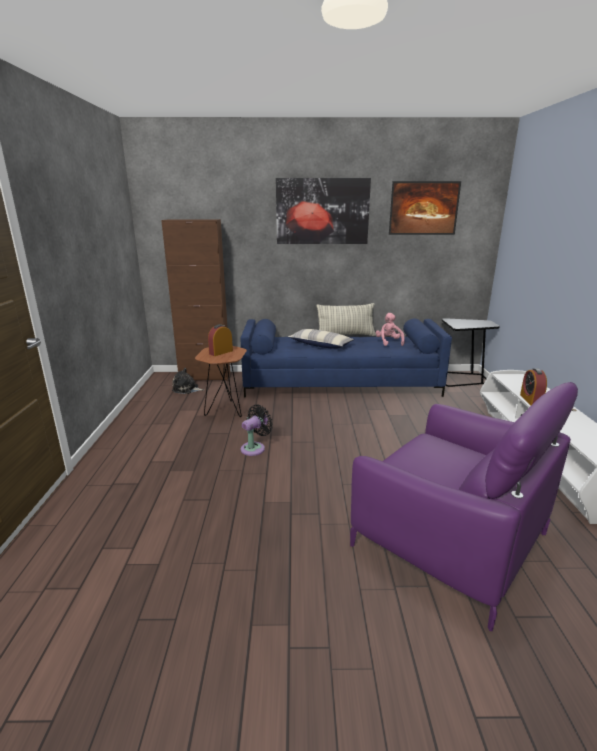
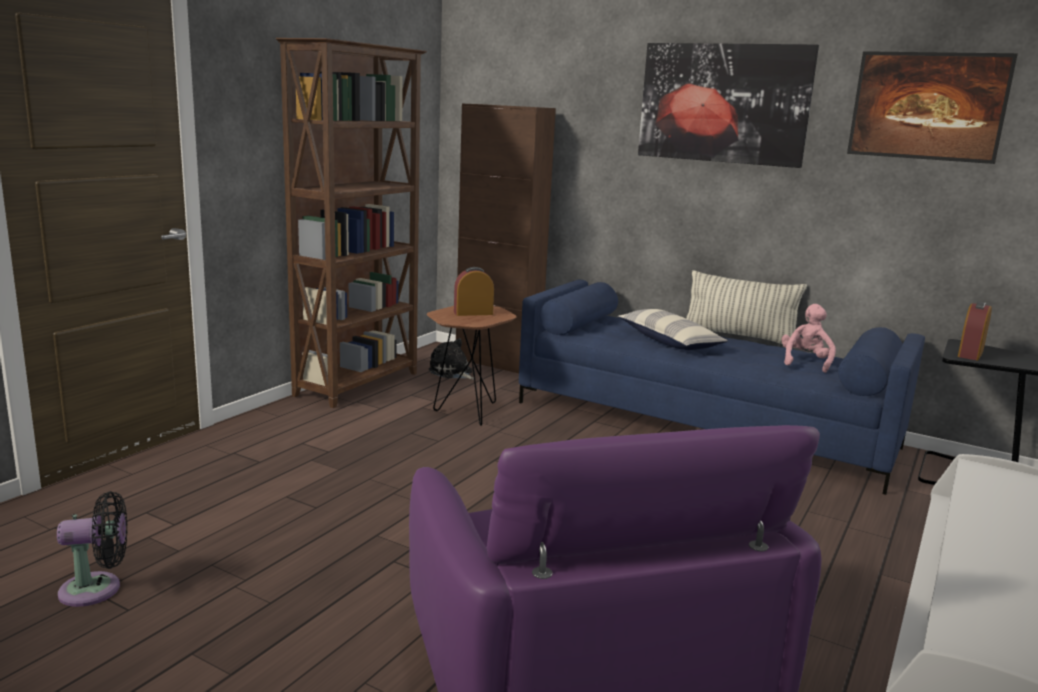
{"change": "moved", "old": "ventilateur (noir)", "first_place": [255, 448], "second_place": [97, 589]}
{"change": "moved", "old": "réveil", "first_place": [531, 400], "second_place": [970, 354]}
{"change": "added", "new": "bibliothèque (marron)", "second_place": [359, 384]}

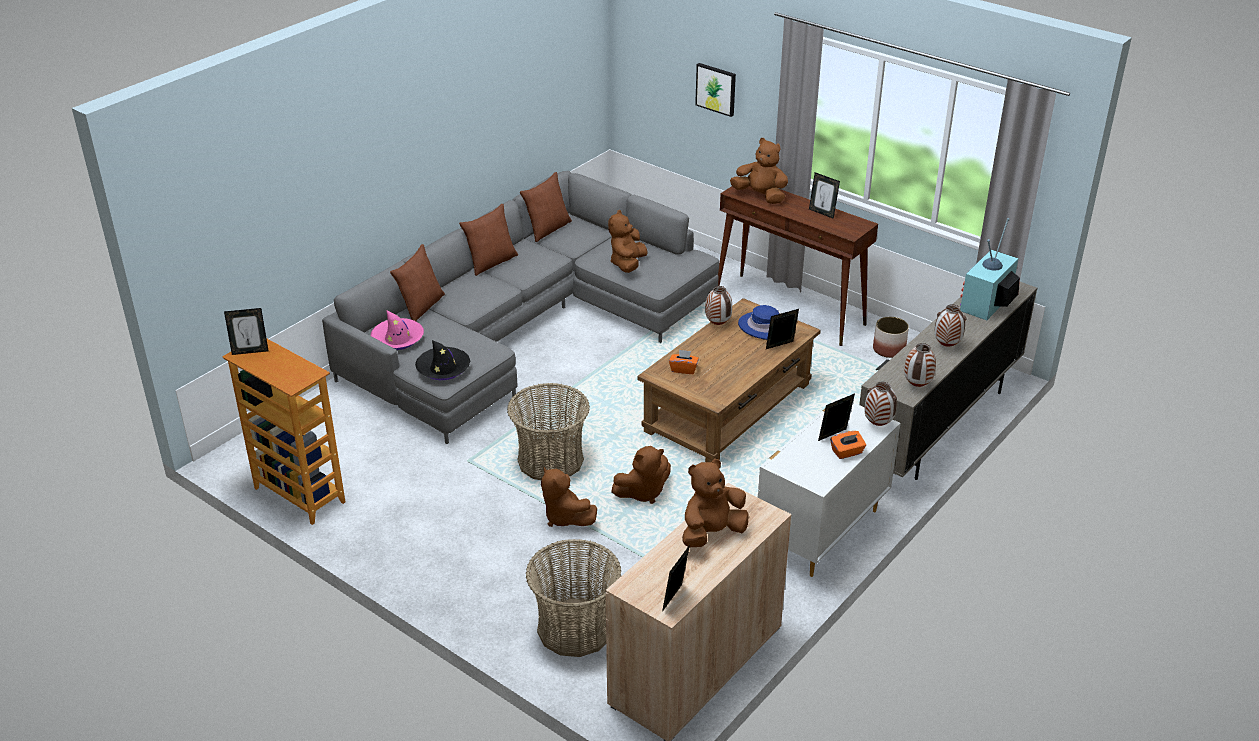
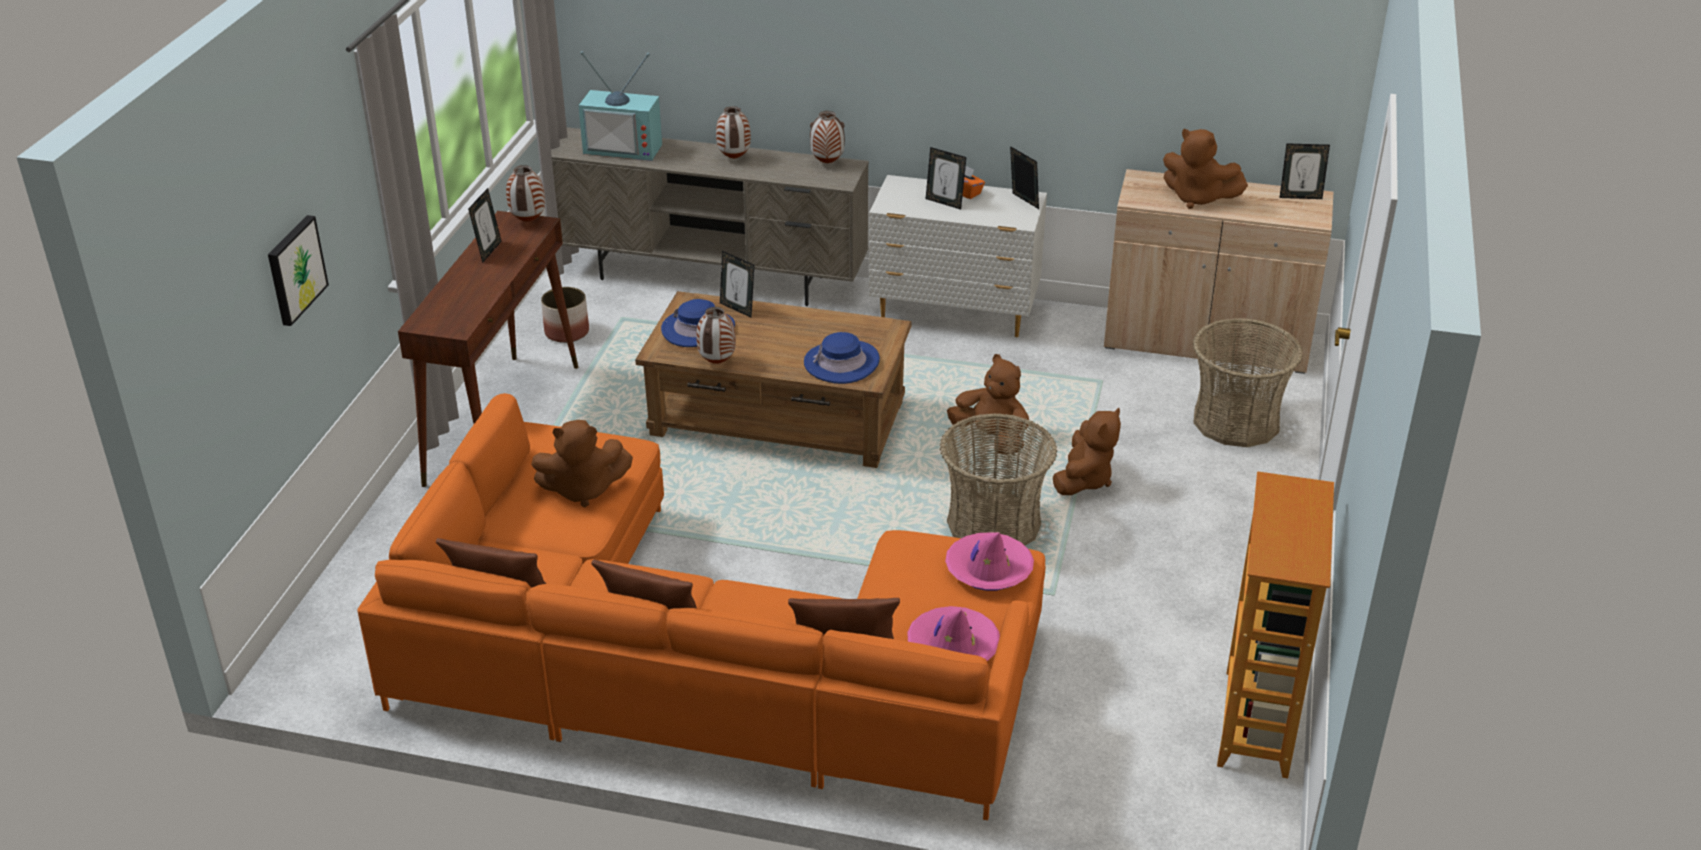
{"change": "moved", "old": "cadre photo", "first_place": [250, 351], "second_place": [1023, 202]}
{"change": "recoloured", "old": "canapé (gris)", "new": "canapé (orange)", "first_place": [524, 328], "second_place": [697, 659]}
{"change": "recoloured", "old": "chapeau (noir)", "new": "chapeau (rose)", "first_place": [443, 368], "second_place": [988, 570]}
{"change": "replaced", "old": "boîte à mouchoirs (orange)", "new": "chapeau (bleu)", "first_place": [683, 369], "second_place": [841, 363]}
{"change": "removed", "old": "peluche (marron)", "first_place": [760, 196]}
{"change": "moved", "old": "vase", "first_place": [878, 424], "second_place": [528, 221]}

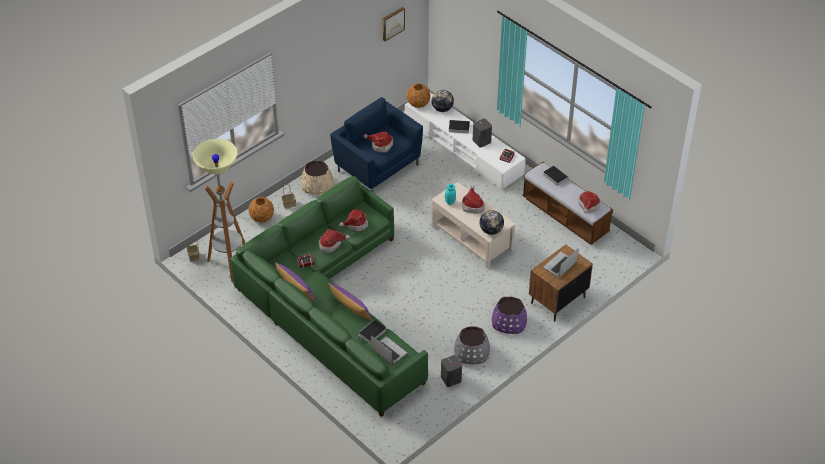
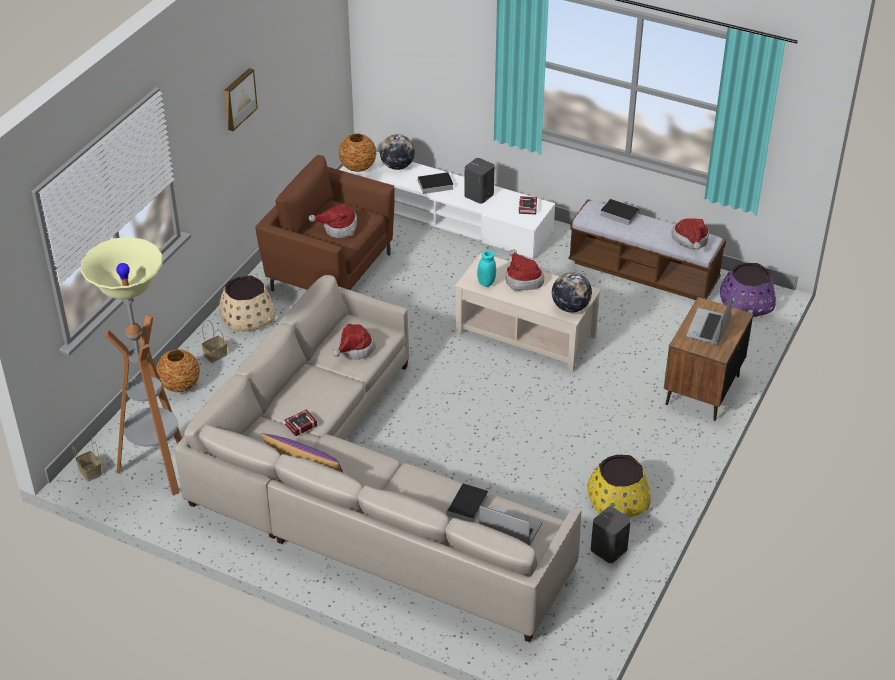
{"change": "recoloured", "old": "canapé (vert)", "new": "canapé (beige)", "first_place": [331, 307], "second_place": [360, 491]}
{"change": "removed", "old": "chapeau", "first_place": [331, 244]}
{"change": "removed", "old": "coussin (violet)", "first_place": [350, 308]}
{"change": "recoloured", "old": "fauteuil (bleu)", "new": "fauteuil (marron)", "first_place": [377, 167], "second_place": [329, 271]}
{"change": "moved", "old": "tableau", "first_place": [392, 23], "second_place": [238, 99]}
{"change": "recoloured", "old": "cache-pot (gris)", "new": "cache-pot (jaune)", "first_place": [471, 352], "second_place": [618, 500]}
{"change": "moved", "old": "cache-pot (violet)", "first_place": [509, 322], "second_place": [746, 303]}

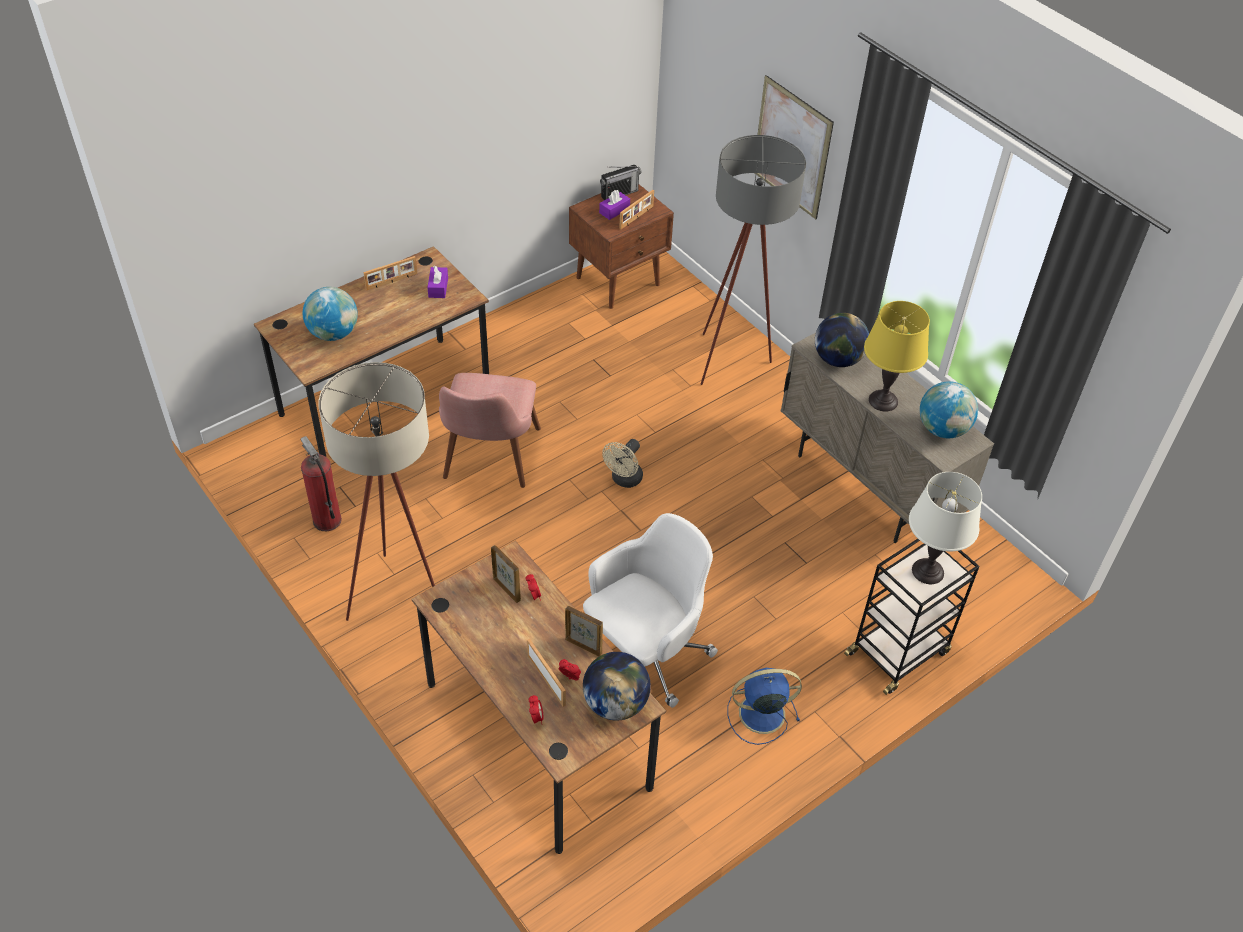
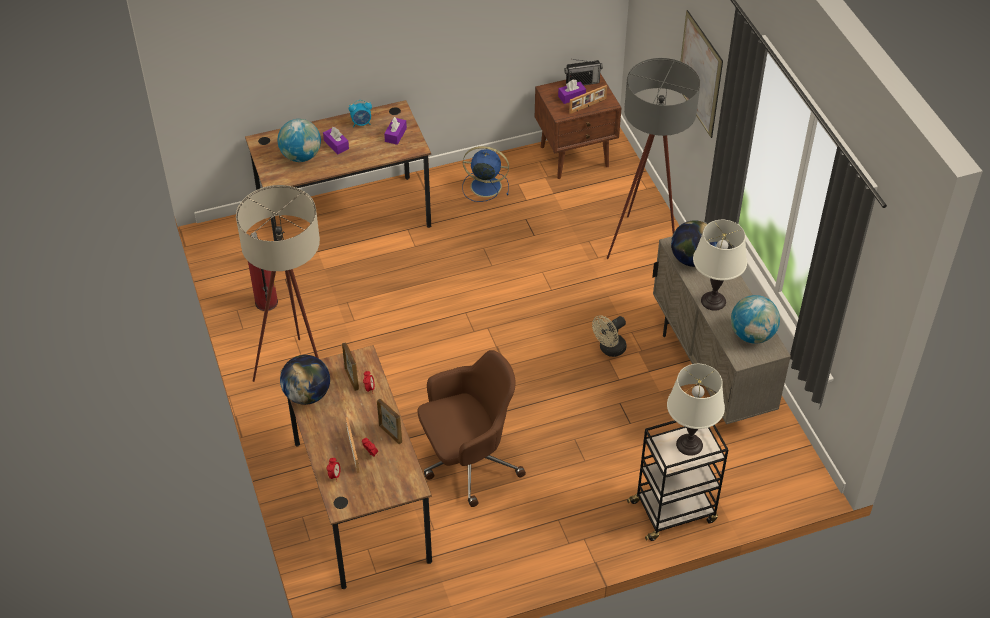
{"change": "replaced", "old": "cadre photo", "new": "réveil", "first_place": [392, 282], "second_place": [361, 123]}
{"change": "removed", "old": "chaise (rose)", "first_place": [489, 463]}
{"change": "recoloured", "old": "chaise de bureau (blanc)", "new": "chaise de bureau (marron)", "first_place": [644, 654], "second_place": [468, 461]}
{"change": "moved", "old": "globe", "first_place": [615, 703], "second_place": [307, 395]}
{"change": "moved", "old": "ventilateur (beige)", "first_place": [624, 480], "second_place": [609, 349]}
{"change": "moved", "old": "ventilateur (bleu)", "first_place": [759, 714], "second_place": [484, 186]}
{"change": "recoloured", "old": "lampe de table (jaune)", "new": "lampe de table (blanc)", "first_place": [883, 401], "second_place": [713, 301]}
{"change": "added", "new": "boîte à mouchoirs (violet)", "second_place": [336, 144]}

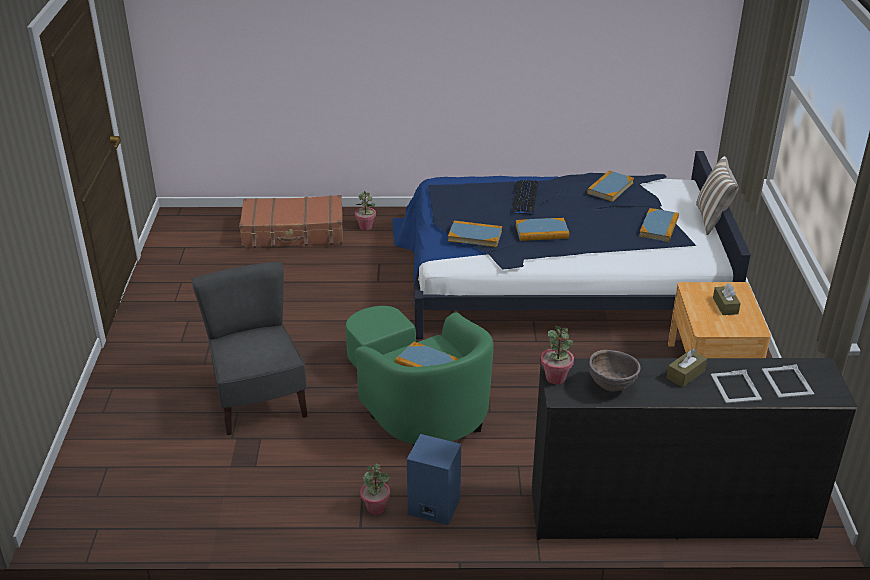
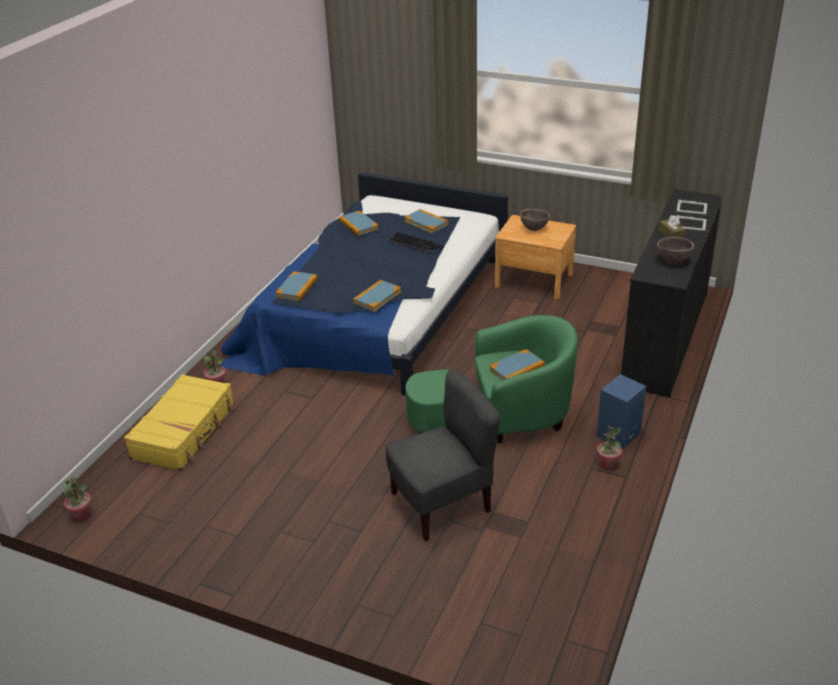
{"change": "turned", "old": "chaise (gris)", "first_place": [259, 402], "second_place": [441, 504], "degrees": 150}
{"change": "recoloured", "old": "valise (marron)", "new": "valise (jaune)", "first_place": [293, 233], "second_place": [185, 431]}
{"change": "moved", "old": "clavier", "first_place": [525, 198], "second_place": [416, 244]}
{"change": "moved", "old": "livre", "first_place": [542, 232], "second_place": [297, 288]}
{"change": "moved", "old": "plante en pot", "first_place": [555, 378], "second_place": [82, 515]}
{"change": "removed", "old": "coussin", "first_place": [712, 219]}
{"change": "replaced", "old": "boîte à mouchoirs (marron)", "new": "bol (marron)", "first_place": [725, 306], "second_place": [534, 229]}

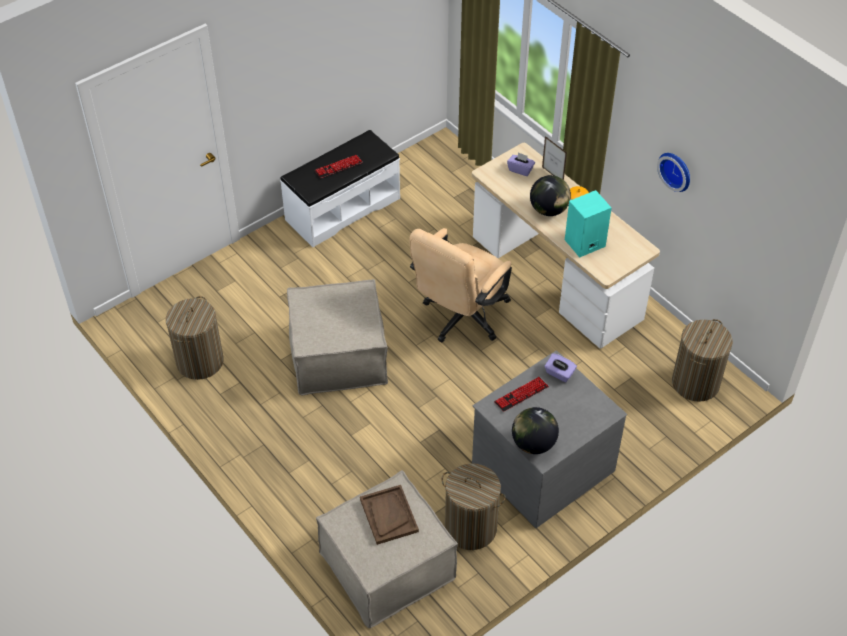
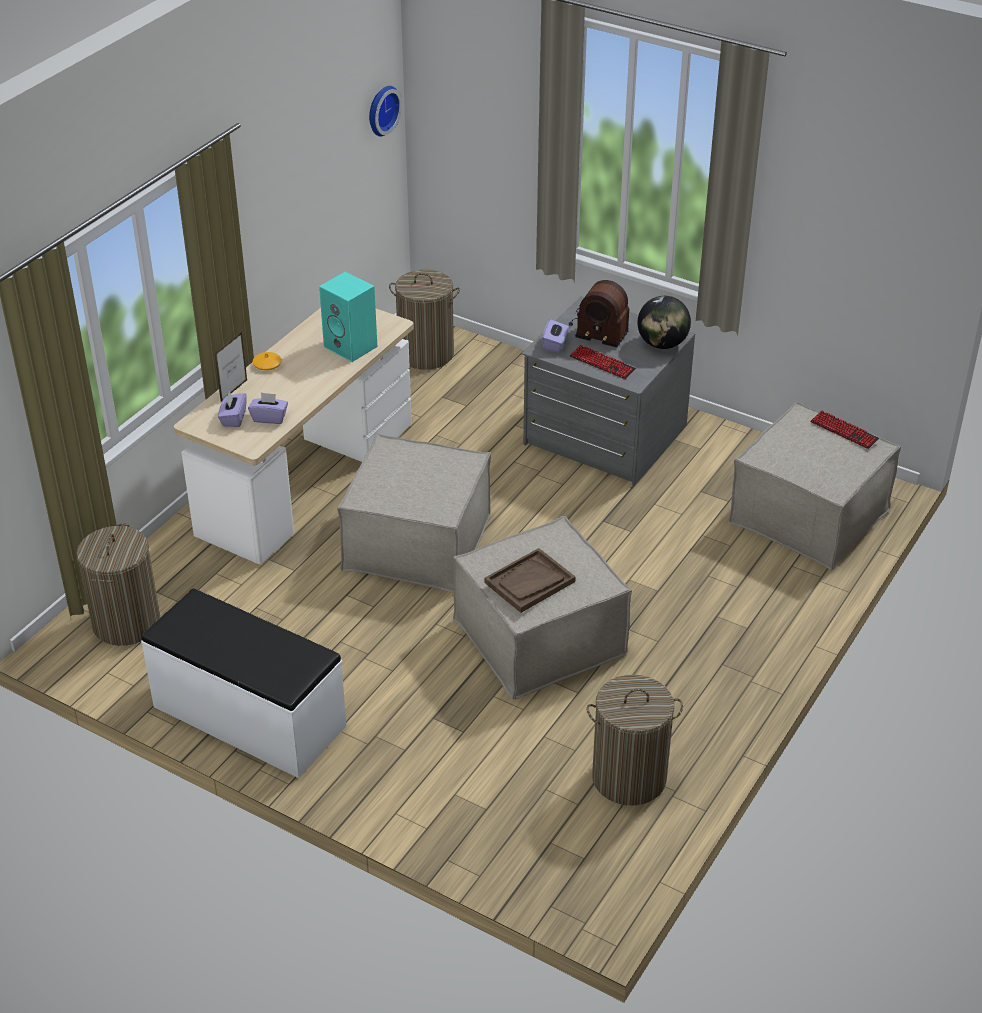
{"change": "moved", "old": "clavier", "first_place": [338, 167], "second_place": [844, 431]}
{"change": "moved", "old": "plateau (marron)", "first_place": [388, 515], "second_place": [529, 582]}
{"change": "replaced", "old": "chaise de bureau (beige)", "new": "pouf (beige)", "first_place": [460, 318], "second_place": [417, 543]}
{"change": "moved", "old": "panier à linge", "first_place": [471, 528], "second_place": [126, 622]}
{"change": "removed", "old": "globe", "first_place": [548, 210]}
{"change": "moved", "old": "horloge murale", "first_place": [676, 170], "second_place": [381, 110]}
{"change": "added", "new": "boîte à mouchoirs (violet)", "second_place": [269, 418]}
{"change": "added", "new": "radio", "second_place": [598, 327]}

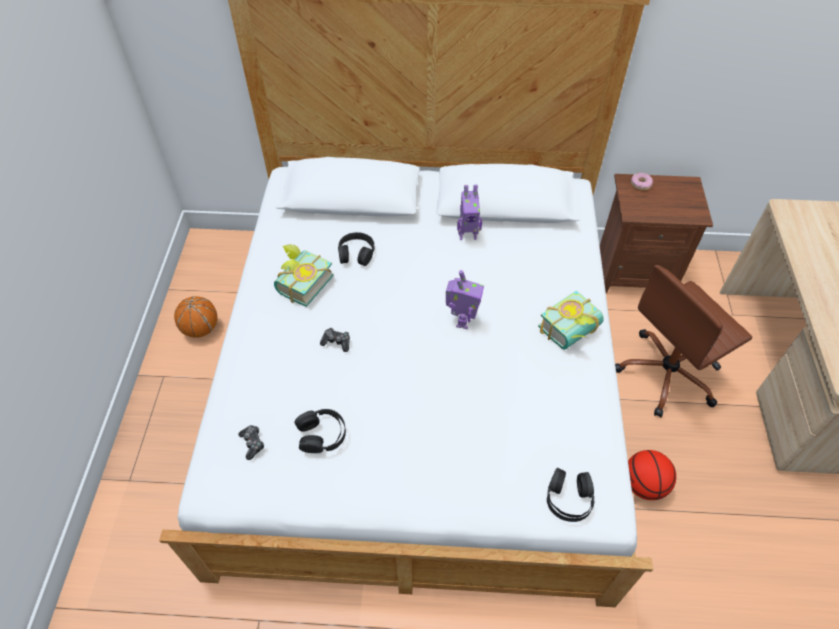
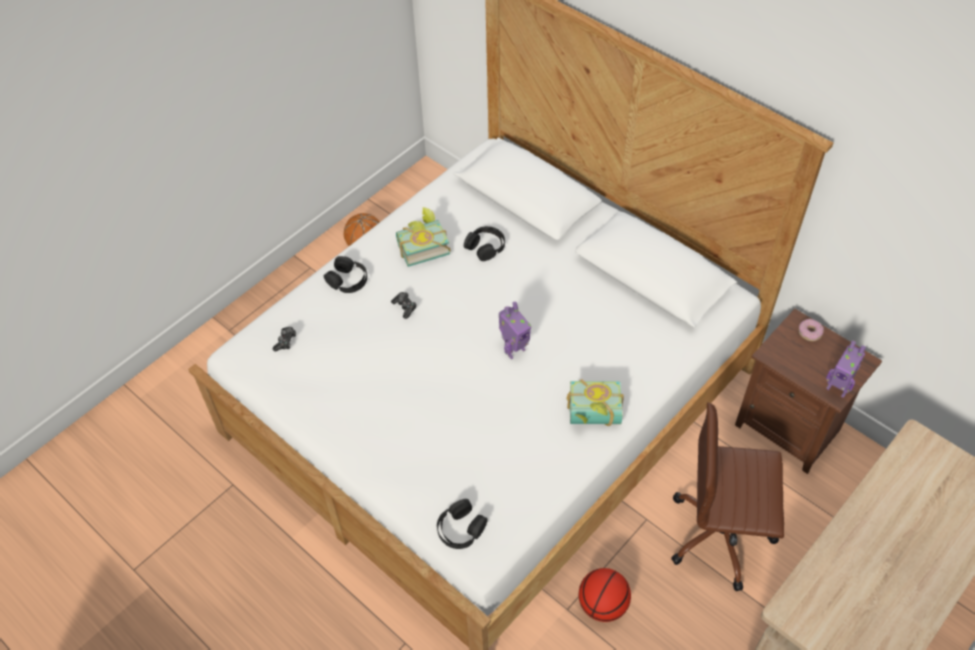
{"change": "moved", "old": "casque audio (noir)", "first_place": [322, 434], "second_place": [347, 280]}
{"change": "moved", "old": "robot jouet", "first_place": [467, 235], "second_place": [837, 388]}

